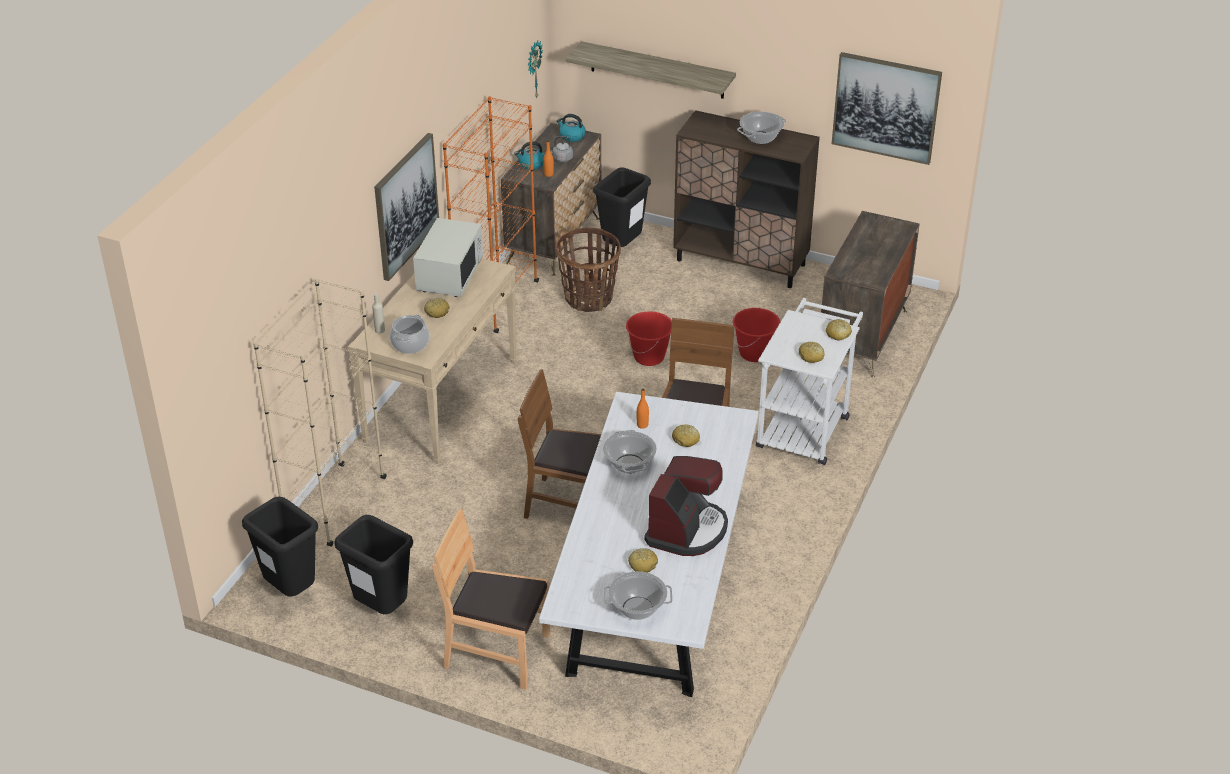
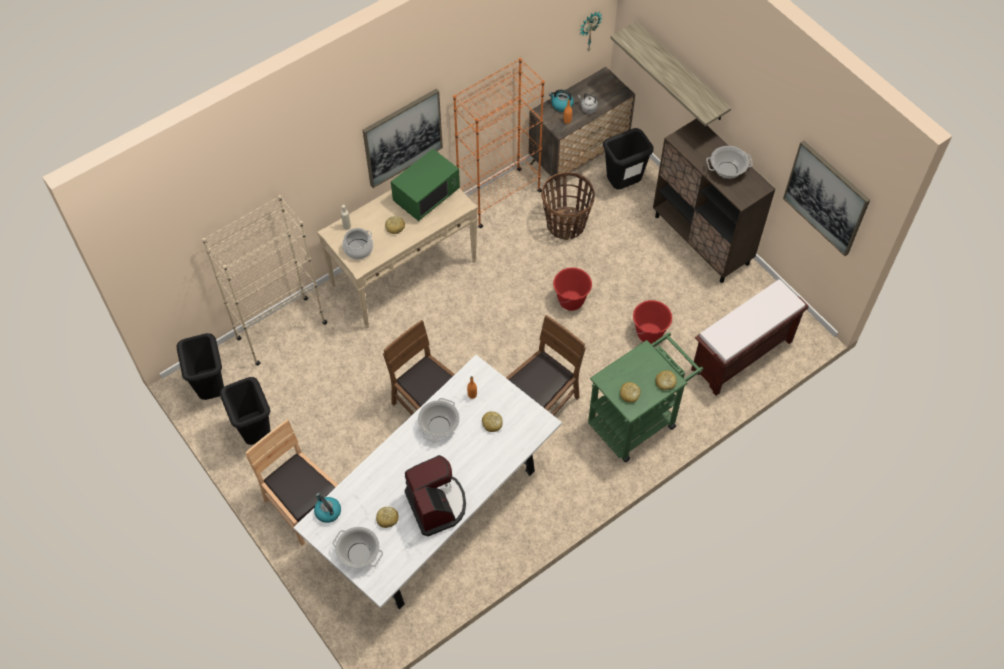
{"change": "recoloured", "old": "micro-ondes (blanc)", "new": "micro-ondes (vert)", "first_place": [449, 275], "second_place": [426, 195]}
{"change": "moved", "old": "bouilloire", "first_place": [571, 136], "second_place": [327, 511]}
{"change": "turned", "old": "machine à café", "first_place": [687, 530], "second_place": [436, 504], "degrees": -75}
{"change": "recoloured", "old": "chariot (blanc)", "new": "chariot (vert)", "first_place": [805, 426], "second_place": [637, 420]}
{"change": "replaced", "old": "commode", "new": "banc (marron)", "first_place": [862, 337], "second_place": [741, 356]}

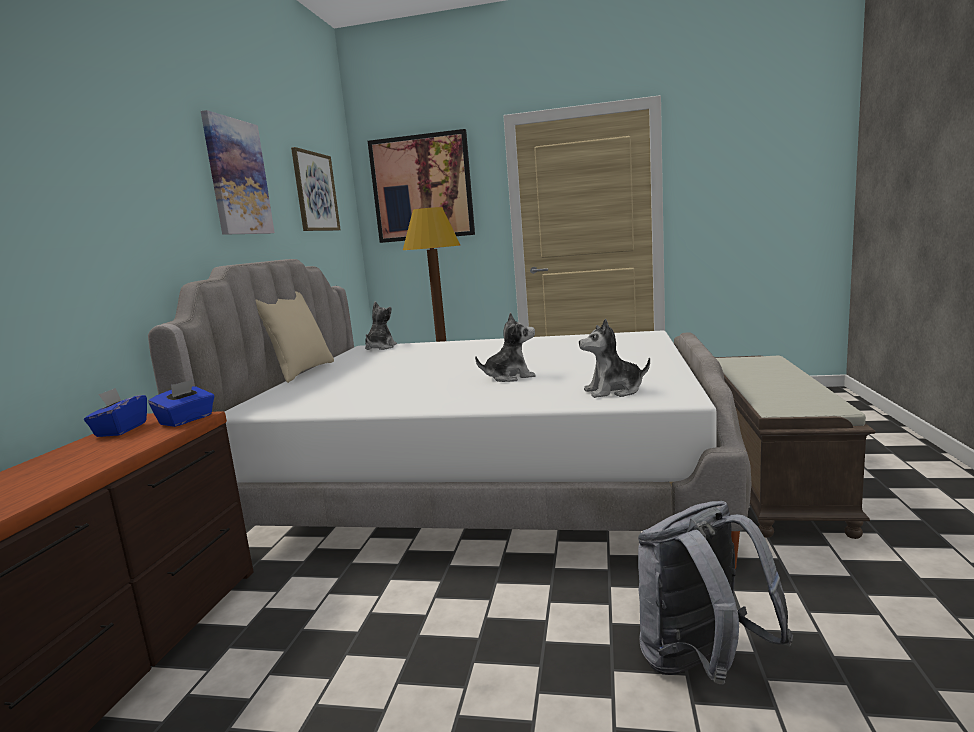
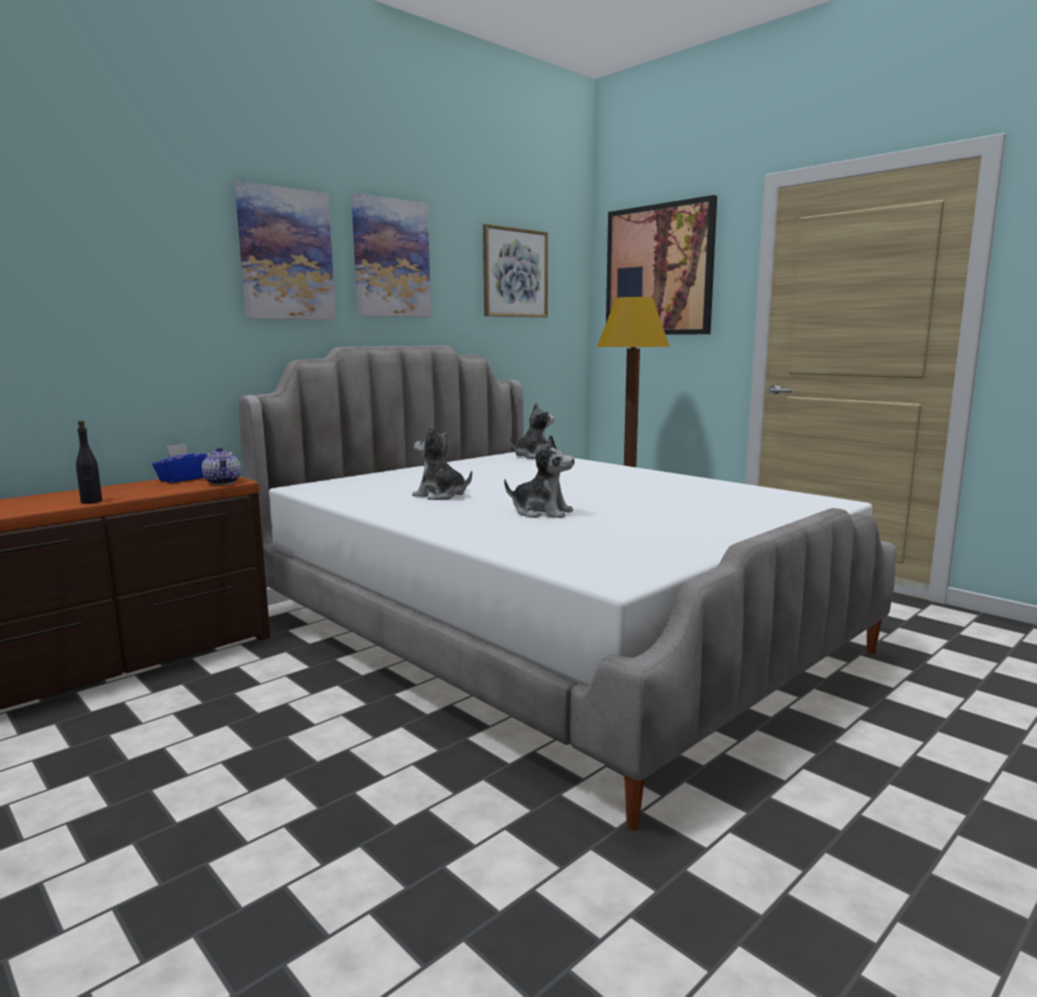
{"change": "replaced", "old": "boîte à mouchoirs (bleu)", "new": "théière", "first_place": [186, 420], "second_place": [223, 482]}
{"change": "removed", "old": "coussin (beige)", "first_place": [301, 372]}
{"change": "moved", "old": "peluche", "first_place": [614, 391], "second_place": [441, 496]}
{"change": "removed", "old": "sac à dos (gris)", "first_place": [701, 666]}
{"change": "removed", "old": "banc (marron)", "first_place": [767, 478]}
{"change": "added", "new": "bouteille (noir)", "second_place": [91, 502]}
{"change": "added", "new": "tableau", "second_place": [286, 255]}

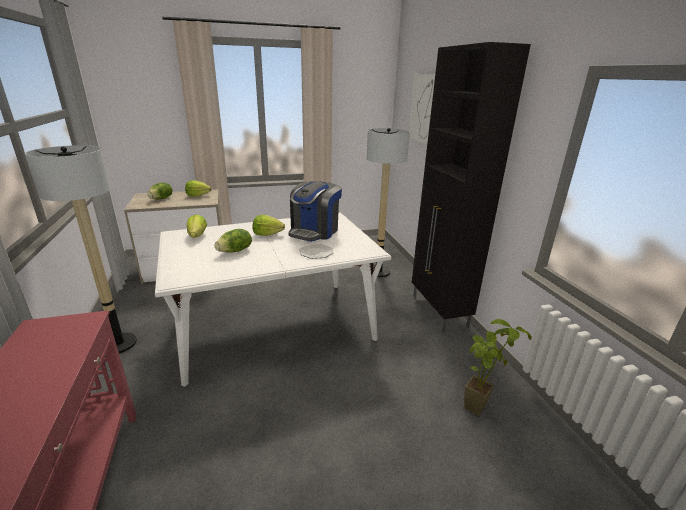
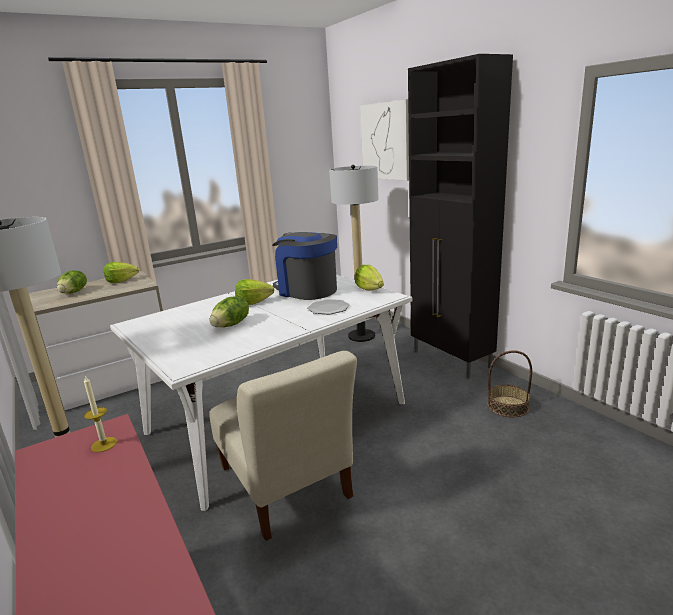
{"change": "moved", "old": "laitue", "first_place": [197, 236], "second_place": [370, 289]}
{"change": "turned", "old": "machine à café", "first_place": [314, 231], "second_place": [306, 290], "degrees": 120}
{"change": "removed", "old": "plante en pot", "first_place": [479, 405]}
{"change": "added", "new": "bougie", "second_place": [104, 444]}
{"change": "added", "new": "chaise (beige)", "second_place": [286, 486]}
{"change": "added", "new": "panier", "second_place": [508, 406]}

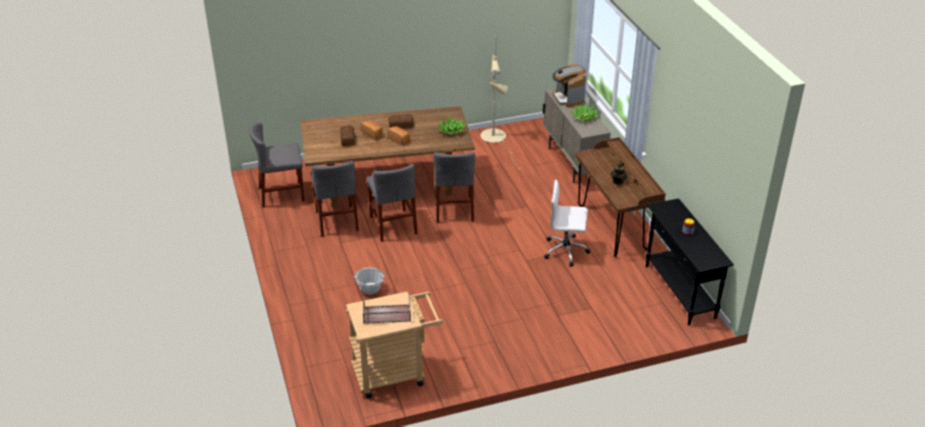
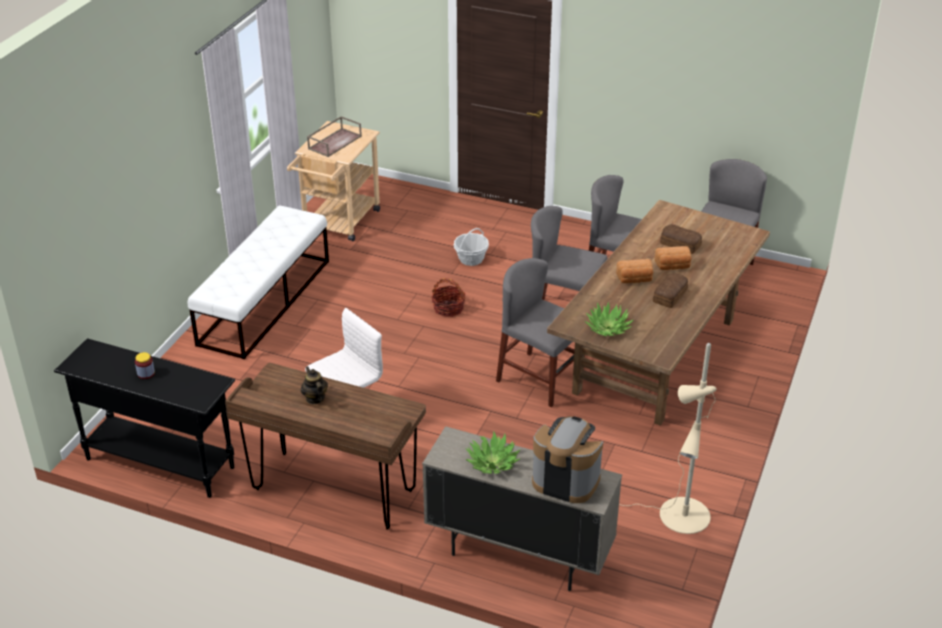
{"change": "added", "new": "banc (blanc)", "second_place": [265, 301]}
{"change": "added", "new": "panier", "second_place": [448, 308]}

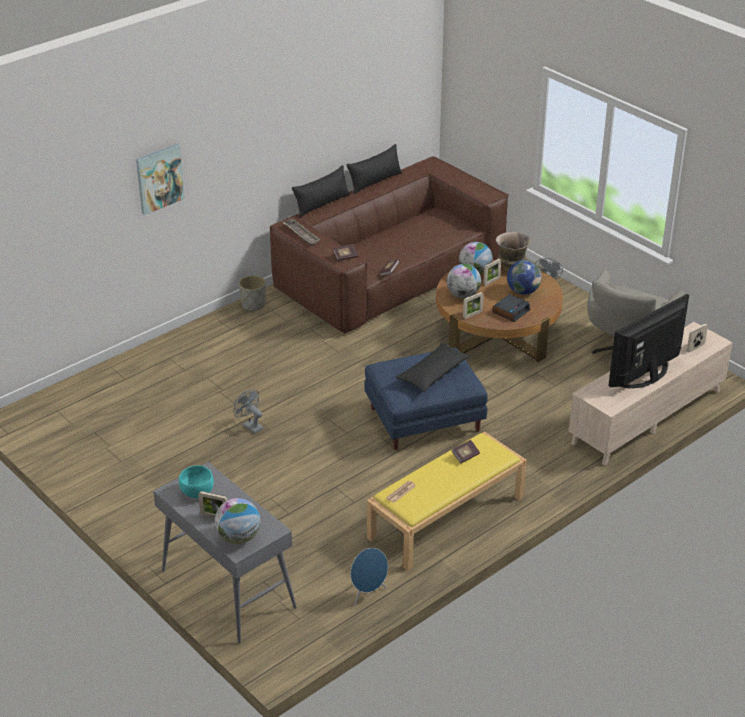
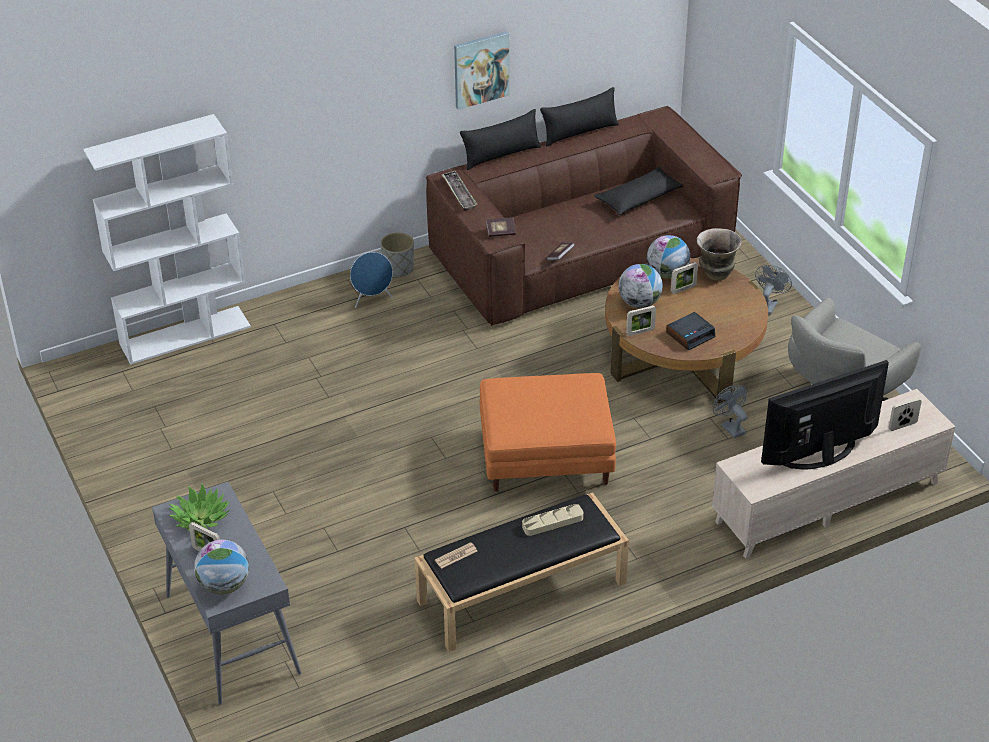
{"change": "moved", "old": "tableau", "first_place": [159, 178], "second_place": [481, 69]}
{"change": "replaced", "old": "bol (turquoise)", "new": "plante en pot", "first_place": [197, 492], "second_place": [200, 518]}
{"change": "moved", "old": "ventilateur (gris)", "first_place": [250, 426], "second_place": [730, 427]}
{"change": "moved", "old": "enceinte (bleu)", "first_place": [368, 594], "second_place": [372, 300]}
{"change": "recoloured", "old": "pouf (bleu)", "new": "pouf (orange)", "first_place": [423, 420], "second_place": [544, 458]}
{"change": "recoloured", "old": "banc (jaune)", "new": "banc (noir)", "first_place": [446, 518], "second_place": [521, 593]}
{"change": "moved", "old": "coussin (noir)", "first_place": [433, 373], "second_place": [639, 198]}
{"change": "replaced", "old": "livre", "new": "plateau (beige)", "first_place": [465, 456], "second_place": [552, 522]}
{"change": "removed", "old": "globe", "first_place": [523, 291]}
{"change": "added", "new": "bibliothèque (blanc)", "second_place": [185, 334]}

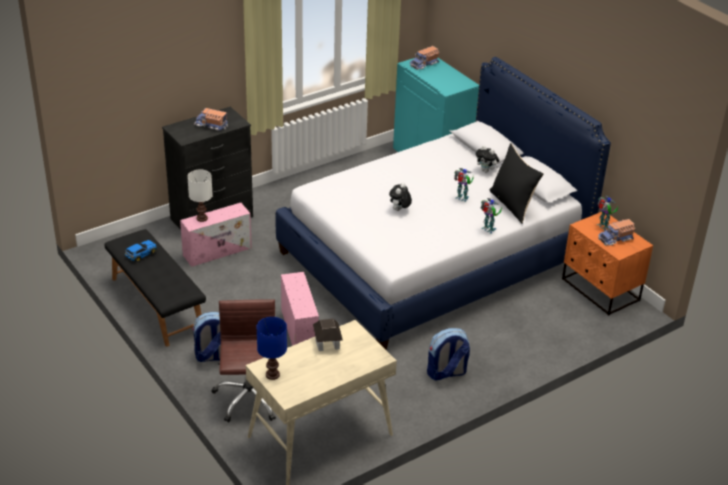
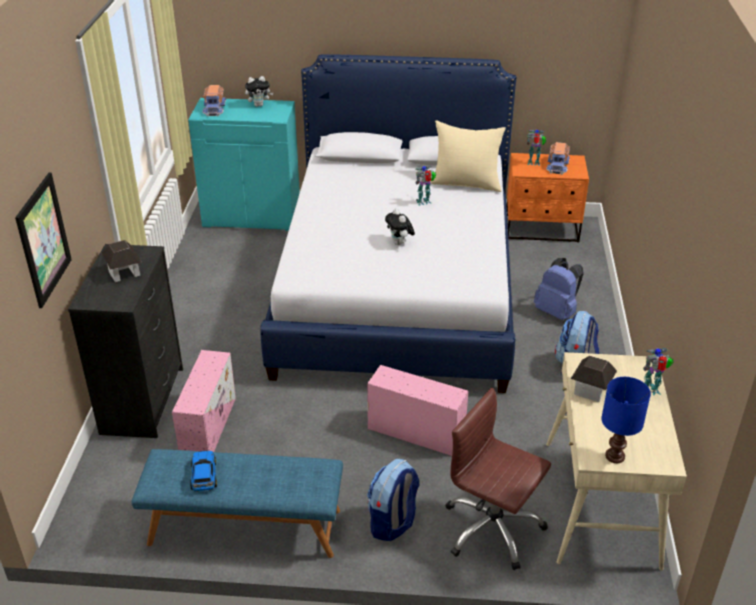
{"change": "recoloured", "old": "banc (noir)", "new": "banc (bleu)", "first_place": [156, 304], "second_place": [244, 528]}
{"change": "removed", "old": "lampe de table (blanc)", "first_place": [202, 218]}
{"change": "replaced", "old": "camion jouet", "new": "maison miniature", "first_place": [211, 125], "second_place": [124, 273]}
{"change": "moved", "old": "peluche", "first_place": [486, 171], "second_place": [259, 105]}
{"change": "moved", "old": "robot jouet", "first_place": [488, 230], "second_place": [651, 391]}
{"change": "recoloured", "old": "coussin (noir)", "new": "coussin (beige)", "first_place": [513, 205], "second_place": [466, 183]}
{"change": "added", "new": "tableau", "second_place": [43, 240]}
{"change": "added", "new": "sac à dos (bleu)", "second_place": [557, 312]}

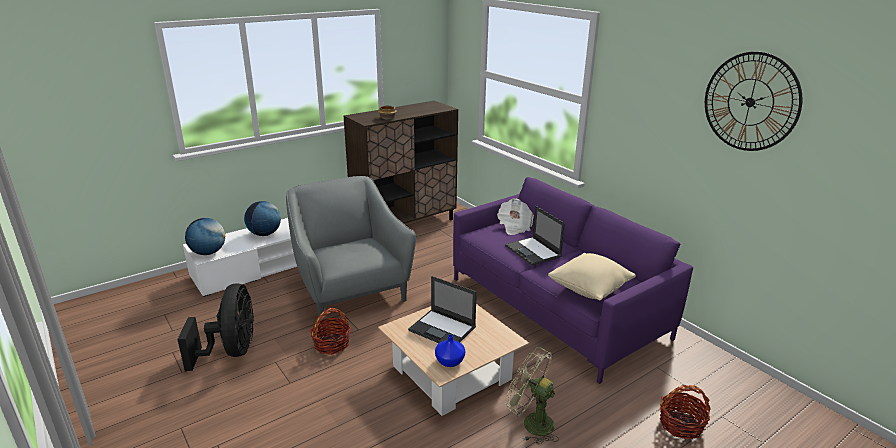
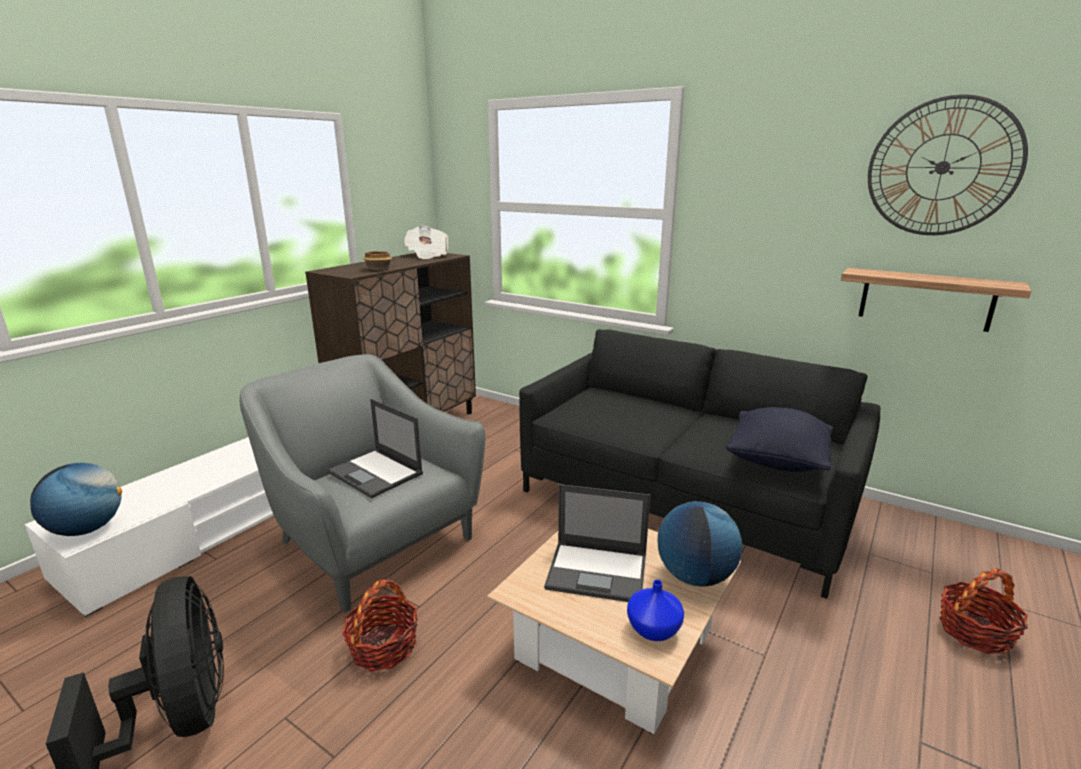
{"change": "moved", "old": "globe", "first_place": [264, 234], "second_place": [695, 576]}
{"change": "recoloured", "old": "canapé (violet)", "new": "canapé (noir)", "first_place": [555, 307], "second_place": [683, 501]}
{"change": "moved", "old": "journal", "first_place": [514, 226], "second_place": [427, 255]}
{"change": "moved", "old": "ordinateur portable", "first_place": [533, 251], "second_place": [376, 473]}
{"change": "removed", "old": "ventilateur (vert)", "first_place": [531, 422]}
{"change": "recoloured", "old": "coussin (beige)", "new": "coussin (noir)", "first_place": [589, 290], "second_place": [777, 462]}
{"change": "added", "new": "étagère", "second_place": [925, 299]}

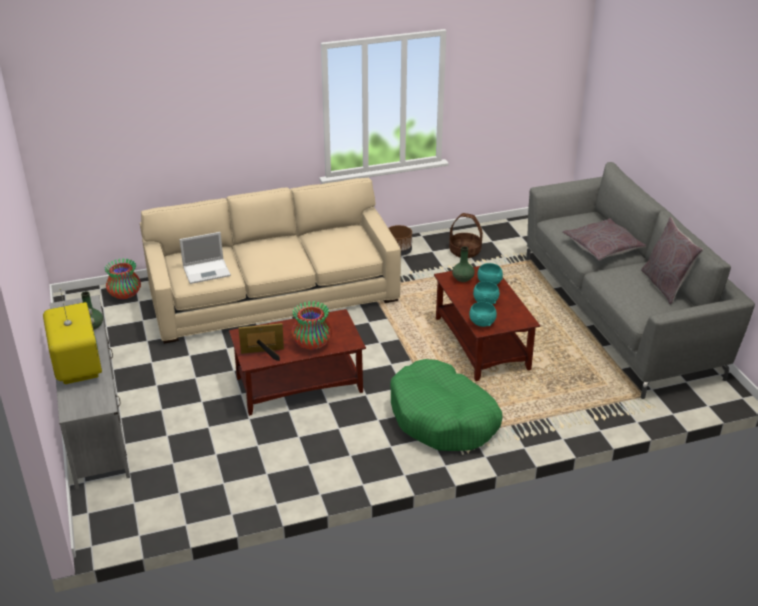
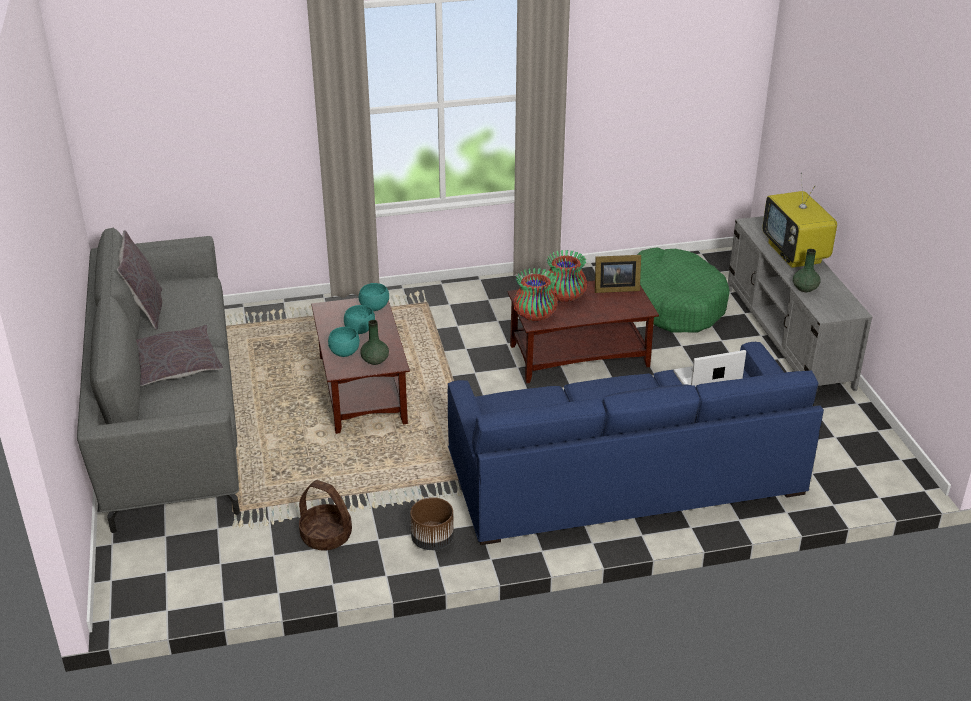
{"change": "moved", "old": "vase", "first_place": [124, 294], "second_place": [535, 315]}
{"change": "recoloured", "old": "canapé (beige)", "new": "canapé (bleu)", "first_place": [274, 294], "second_place": [623, 473]}
{"change": "moved", "old": "panier pour chien (vert)", "first_place": [443, 418], "second_place": [672, 304]}

